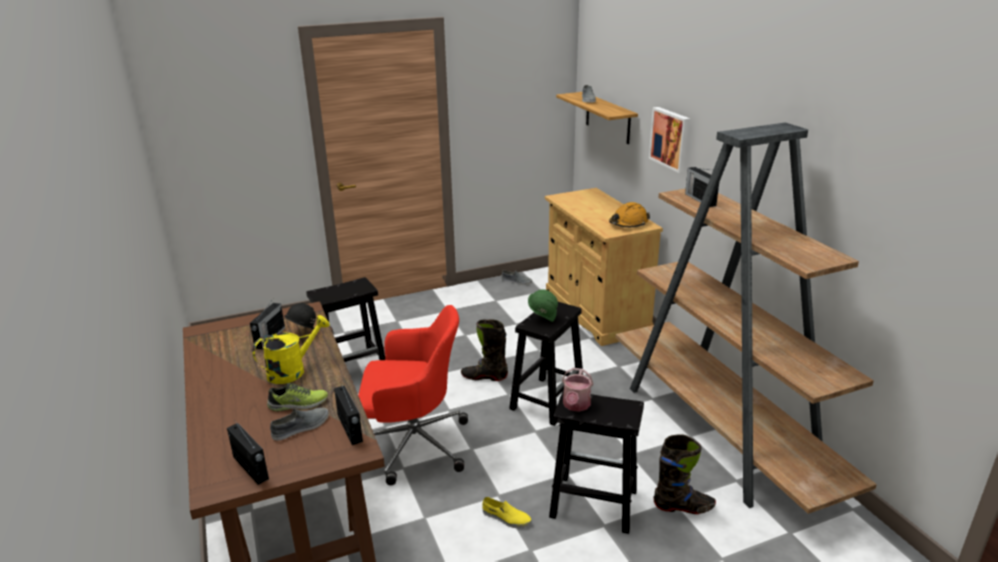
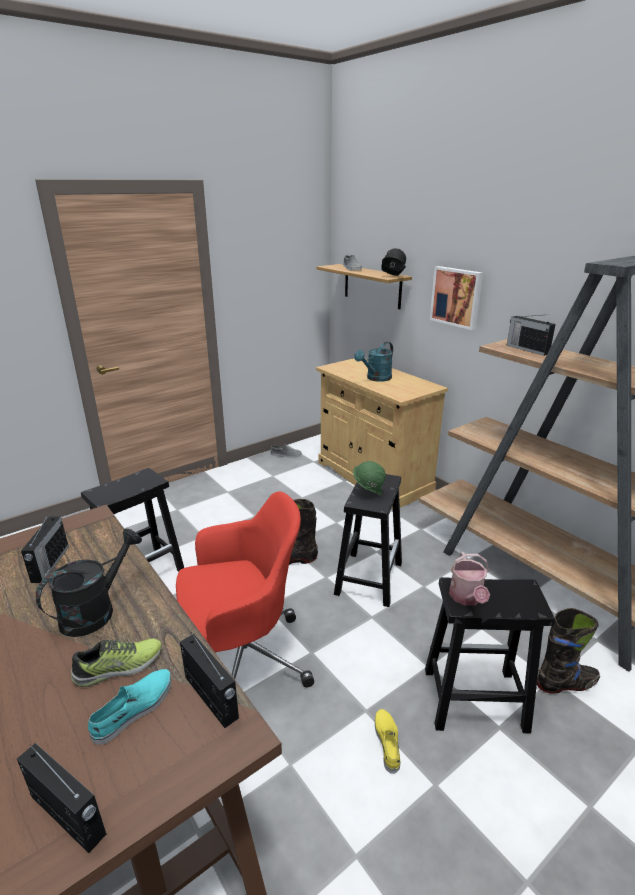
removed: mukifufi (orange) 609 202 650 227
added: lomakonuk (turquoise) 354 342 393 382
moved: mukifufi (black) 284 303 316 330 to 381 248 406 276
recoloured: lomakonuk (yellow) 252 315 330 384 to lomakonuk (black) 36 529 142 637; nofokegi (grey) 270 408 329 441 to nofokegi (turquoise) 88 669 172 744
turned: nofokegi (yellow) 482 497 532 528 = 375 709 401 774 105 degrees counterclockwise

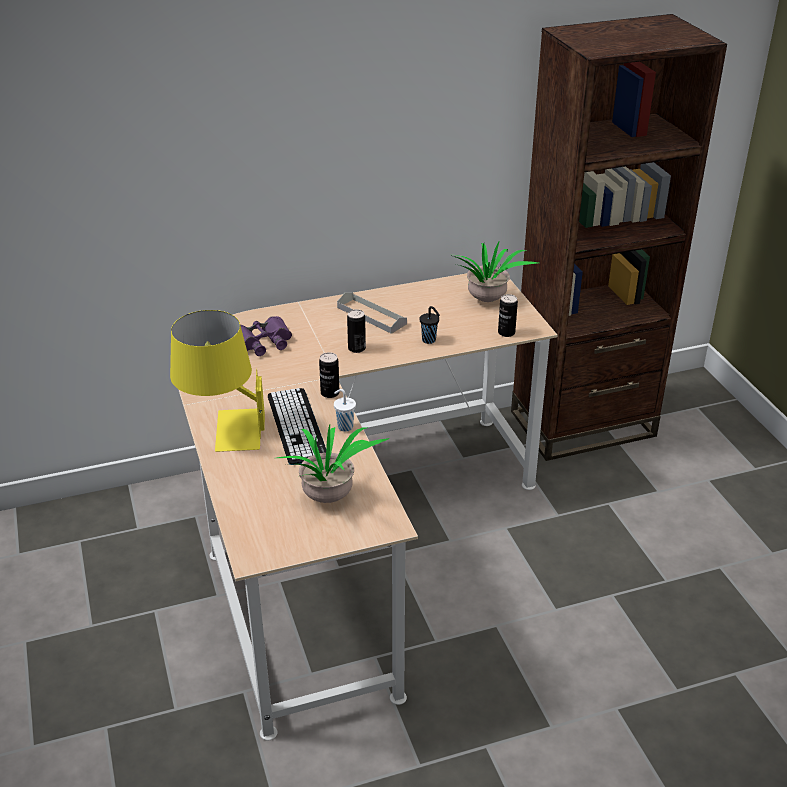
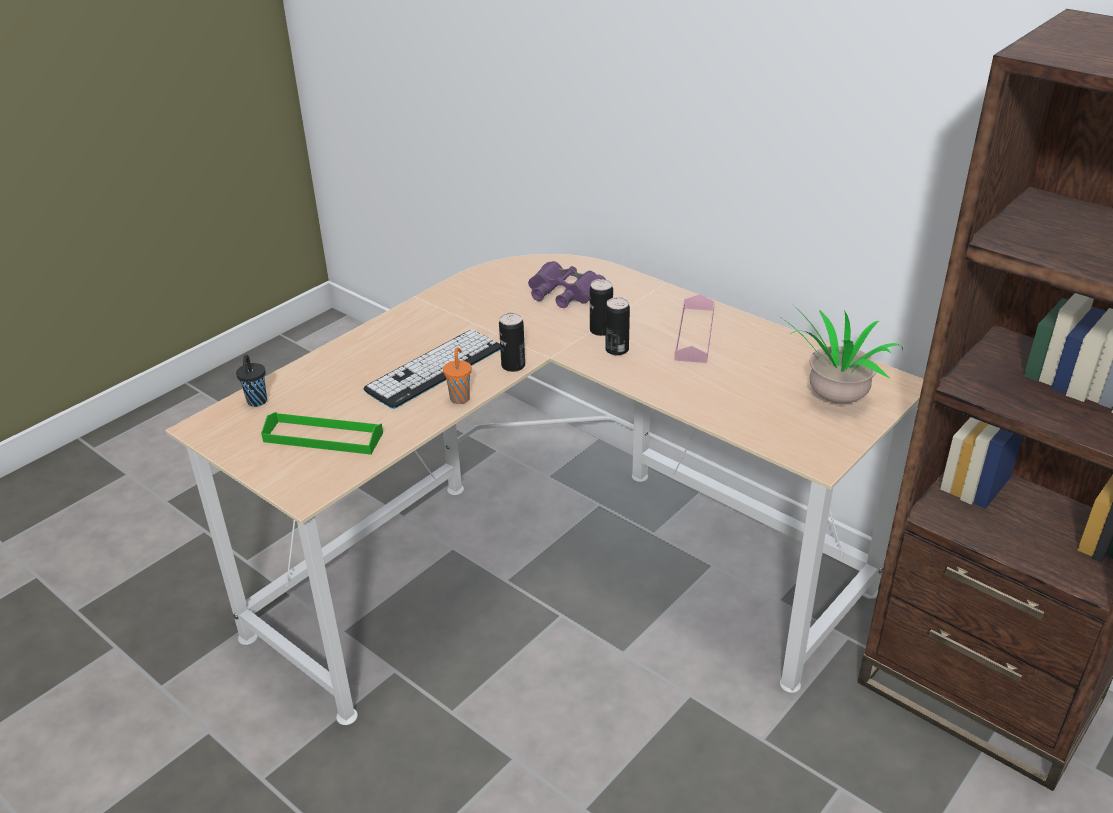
removed: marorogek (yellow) 170 310 265 452
moved: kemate 498 294 518 337 to 590 279 613 336; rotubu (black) 419 306 440 344 to 236 355 267 407
replaced: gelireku 276 425 390 503 to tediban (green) 261 412 383 455
recoloured: tediban (grey) 337 292 407 334 to tediban (pink) 674 294 715 363; rotubu (white) 334 389 356 432 to rotubu (orange) 443 347 472 404

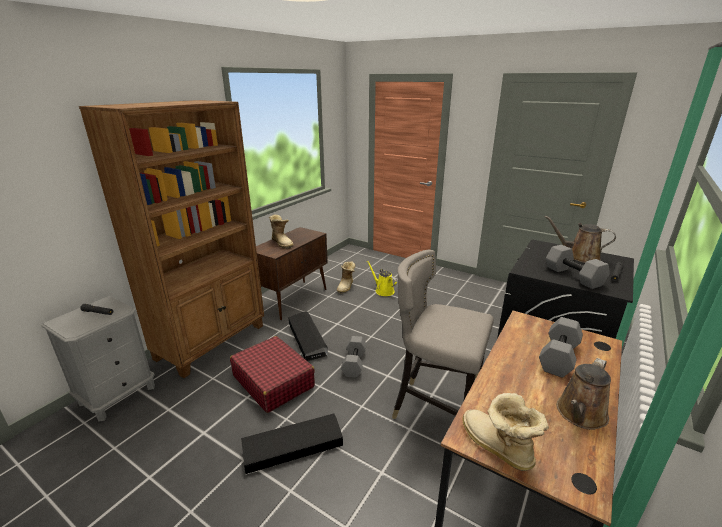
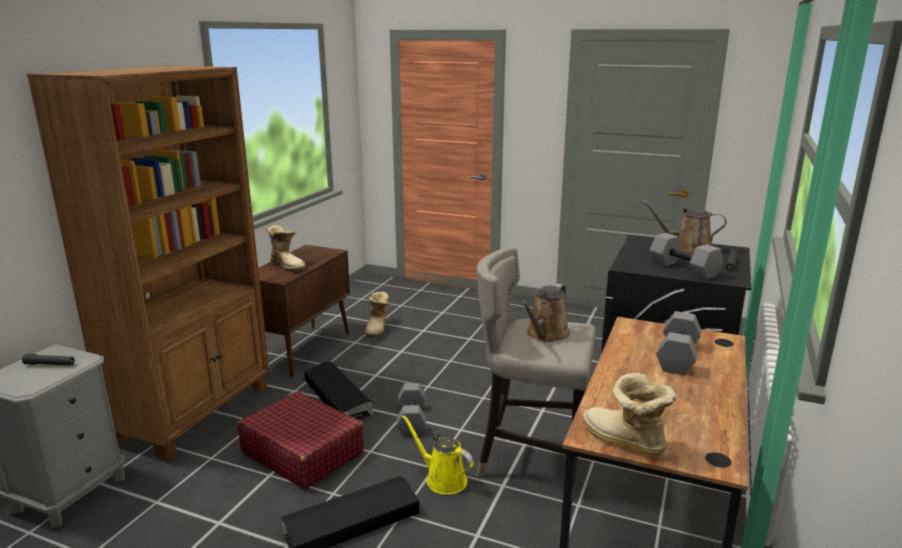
moved: lomakonuk (yellow) 367 261 397 296 to 402 415 474 495; lomakonuk (brown) 557 358 611 430 to 520 284 570 342

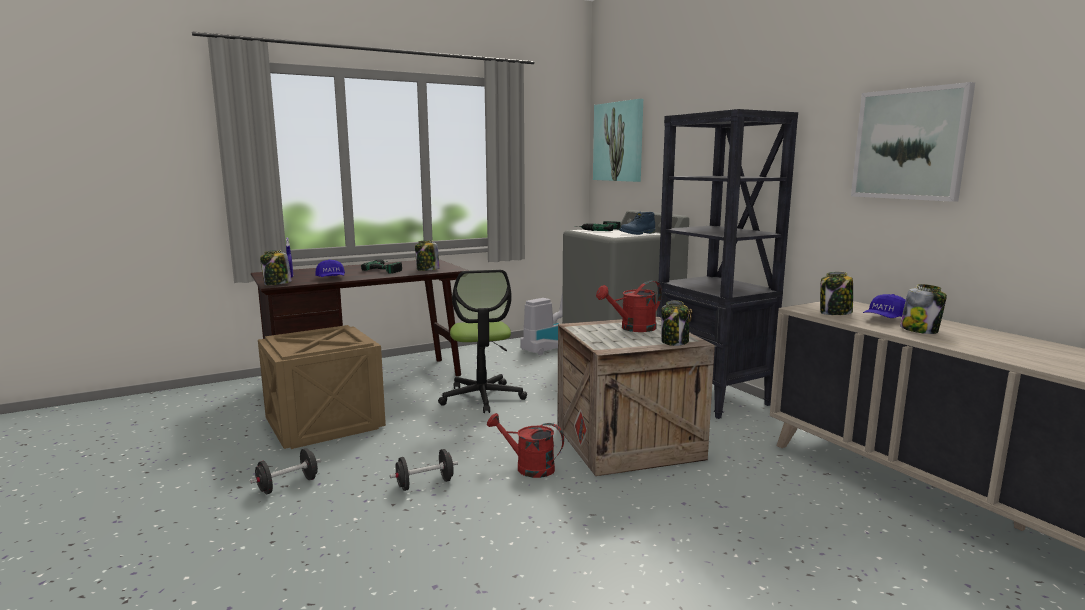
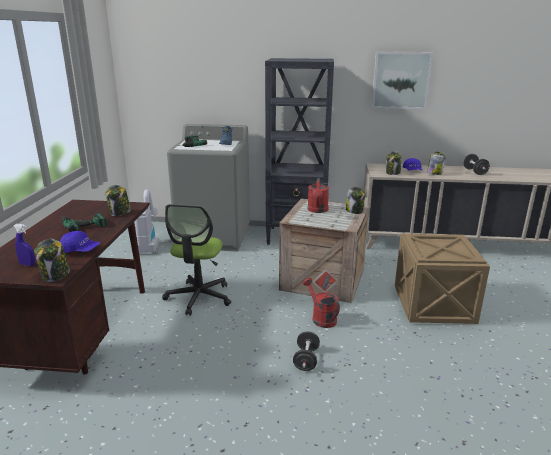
removed: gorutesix 593 99 643 182
moved: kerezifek 258 325 386 449 to 395 234 490 324; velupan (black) 250 448 321 494 to 463 154 490 175
turned: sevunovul 438 270 527 413 = 162 204 231 316 75 degrees clockwise; lomakonuk (red) 487 413 564 478 = 303 278 340 328 90 degrees clockwise

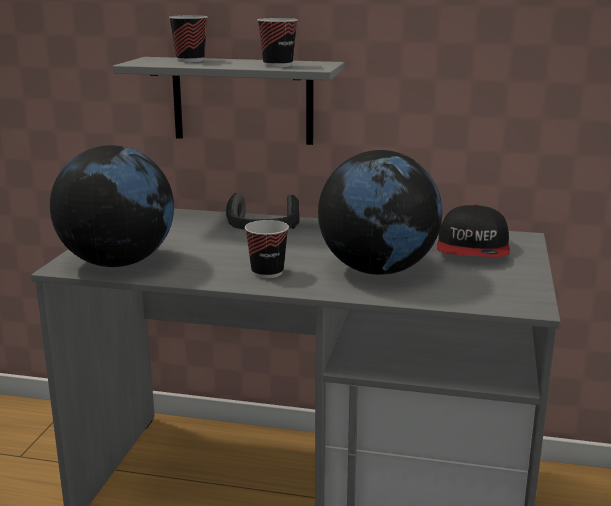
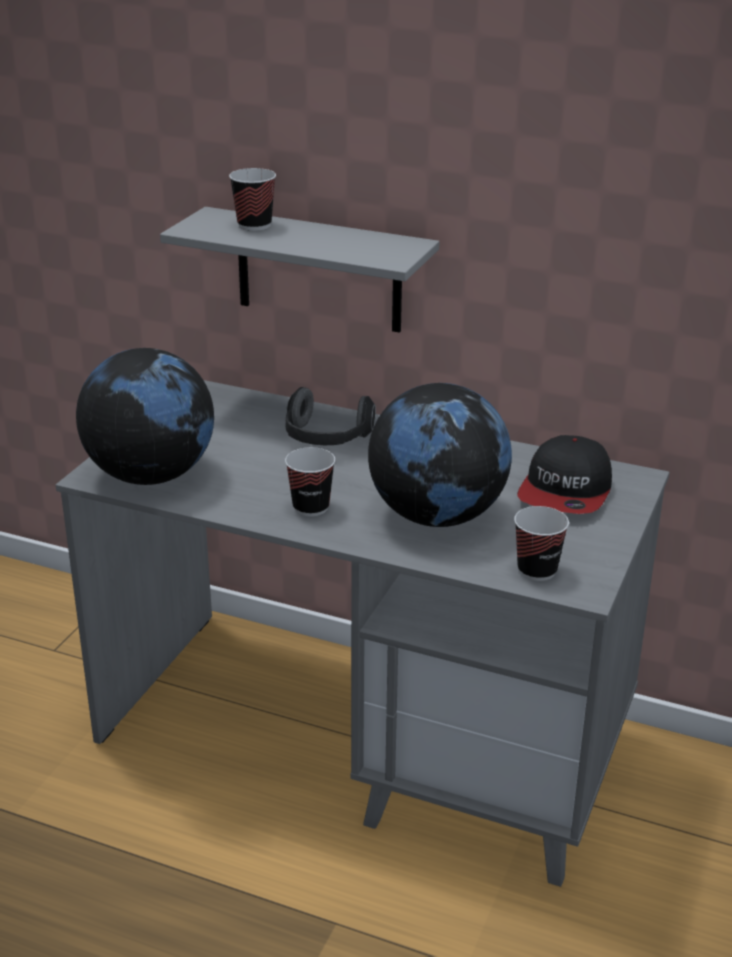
moved: rotubu 257 18 298 67 to 514 506 569 581

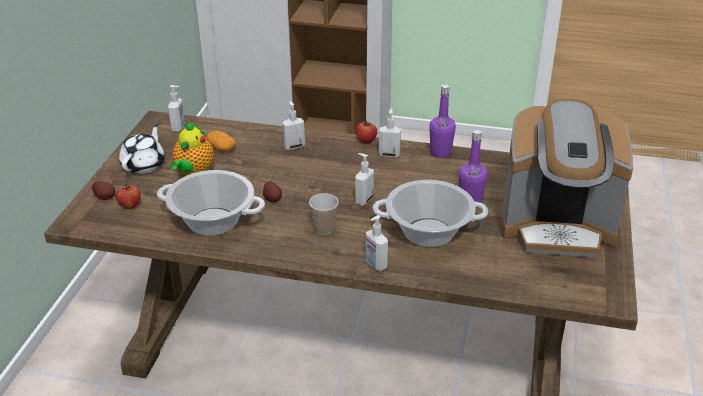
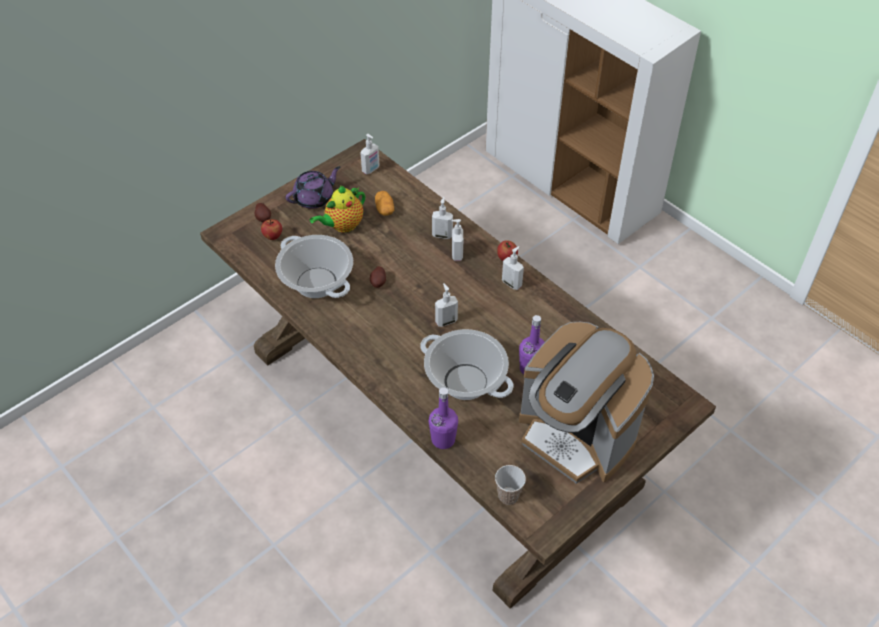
moved: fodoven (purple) 429 84 456 157 to 429 387 458 449; rotubu 309 193 339 235 to 495 465 526 505; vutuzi 365 215 388 271 to 451 219 463 261
recoloured: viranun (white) 119 124 165 174 to viranun (purple) 286 166 340 209

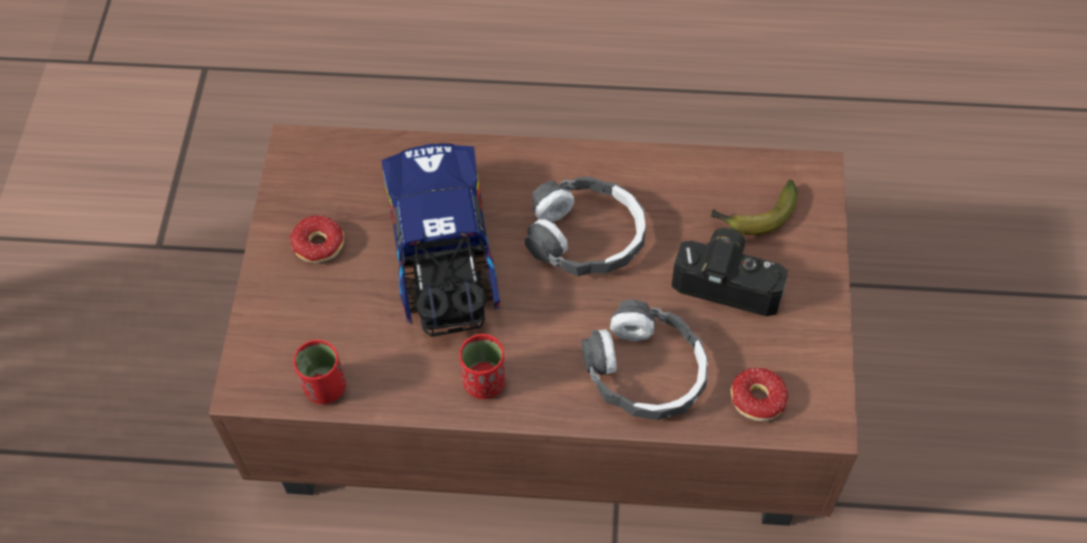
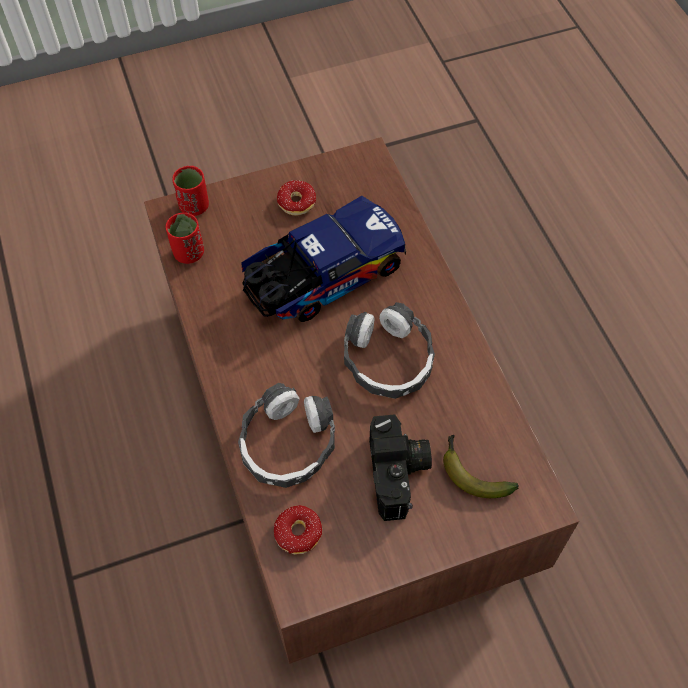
moved: rotubu (red) 459 334 505 399 to 172 166 209 216

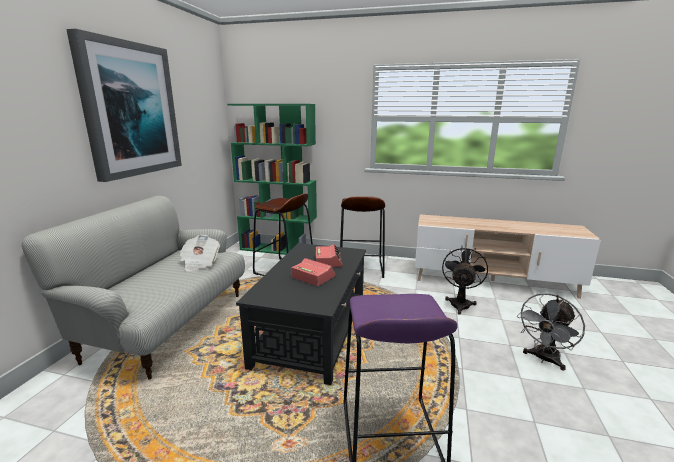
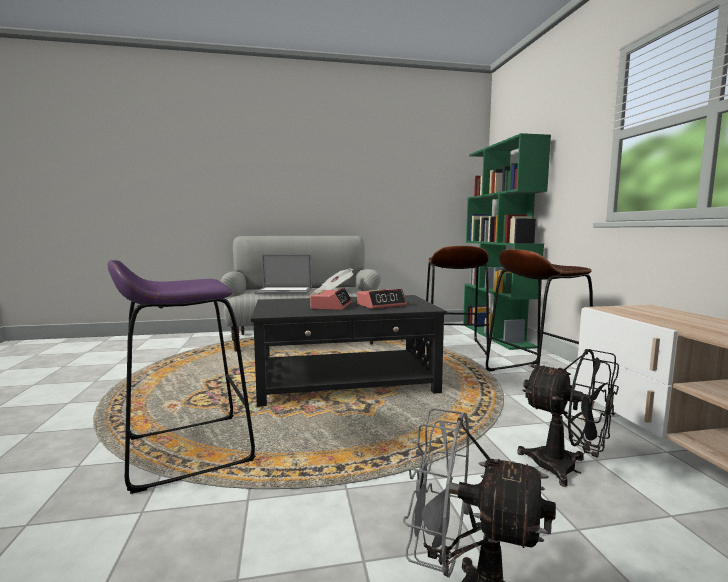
removed: gorutesix 66 29 182 182
added: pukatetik 254 254 312 294
turned: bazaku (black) 442 246 488 315 = 517 349 619 487 45 degrees clockwise

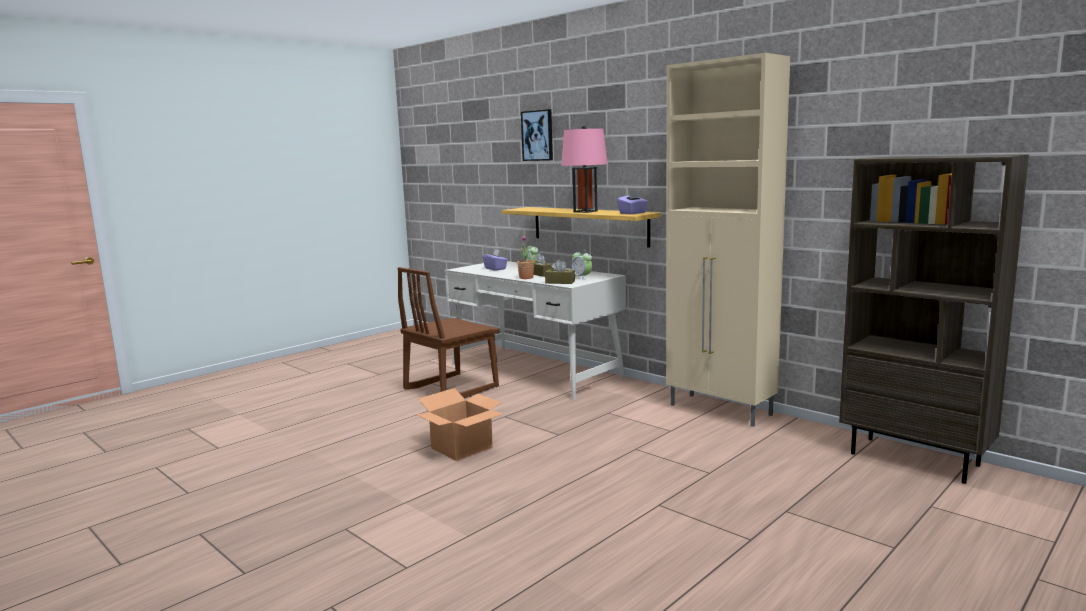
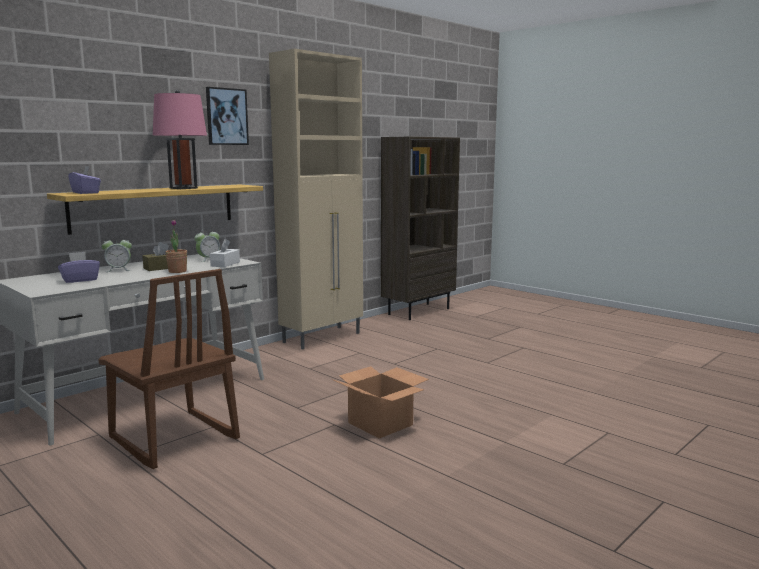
moved: gorutesix 521 109 553 161 to 206 87 249 145; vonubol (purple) 617 191 649 214 to 68 166 101 194
recoloured: vonubol (brown) 545 260 575 284 to vonubol (white) 210 239 240 267

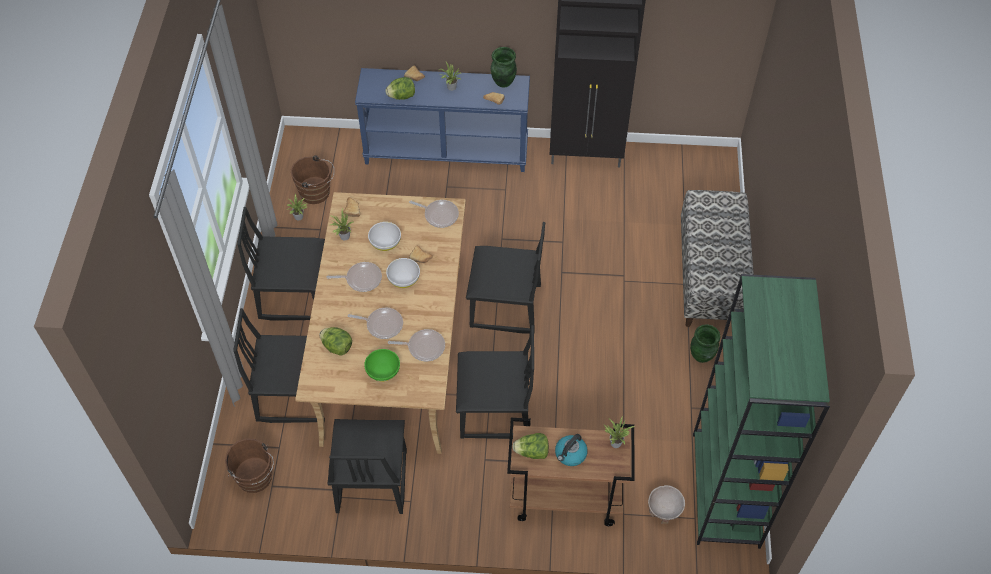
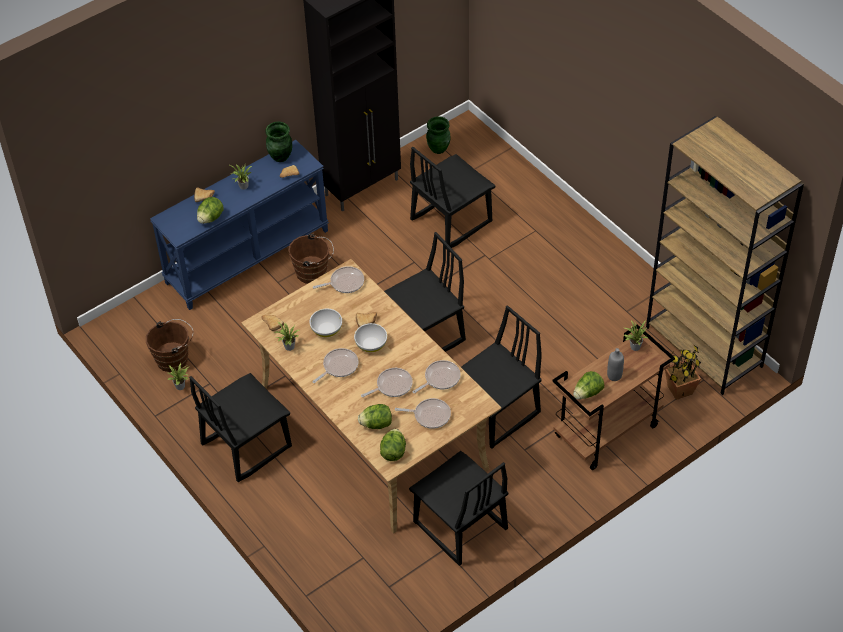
removed: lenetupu 681 190 754 327
added: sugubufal 380 429 406 461
moved: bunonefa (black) 233 308 325 423 to 410 147 496 250; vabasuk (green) 690 324 721 363 to 426 116 451 154; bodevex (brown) 225 438 274 493 to 288 233 334 284
replaced: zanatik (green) 364 349 400 382 to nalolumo 395 398 451 429; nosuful 555 434 588 466 to fodoven (grey) 607 348 624 381; zanatik (beige) 648 485 685 524 to gelireku 665 345 701 400
recoloured: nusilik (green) 693 274 830 549 to nusilik (brown) 646 116 804 395

